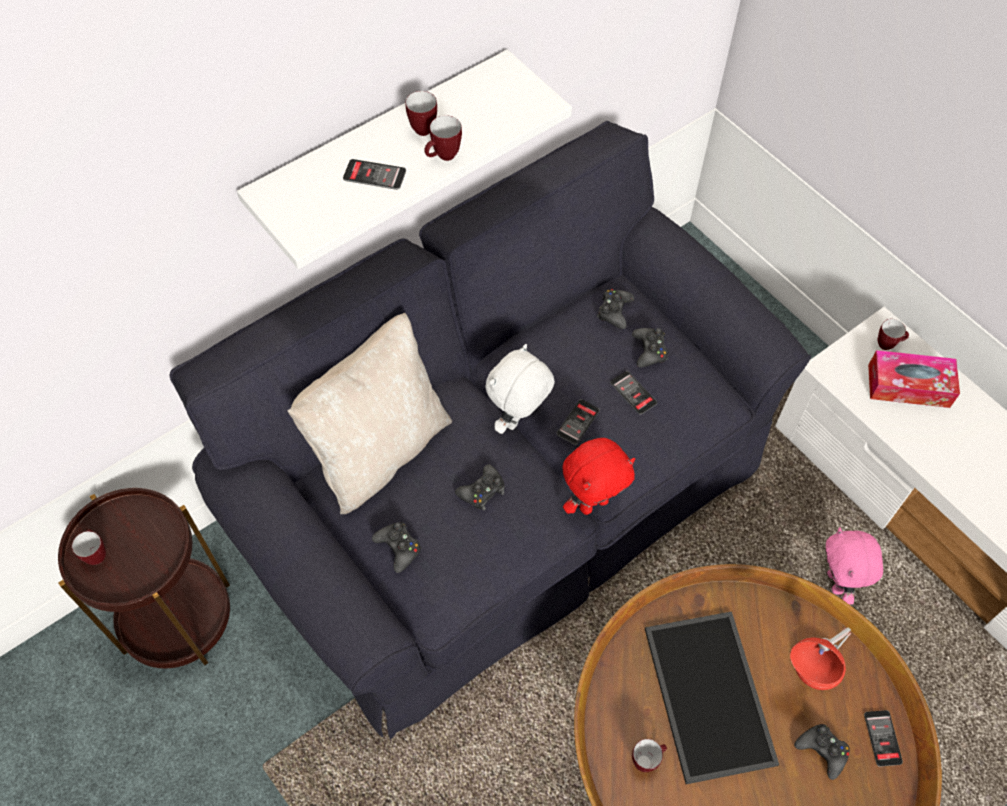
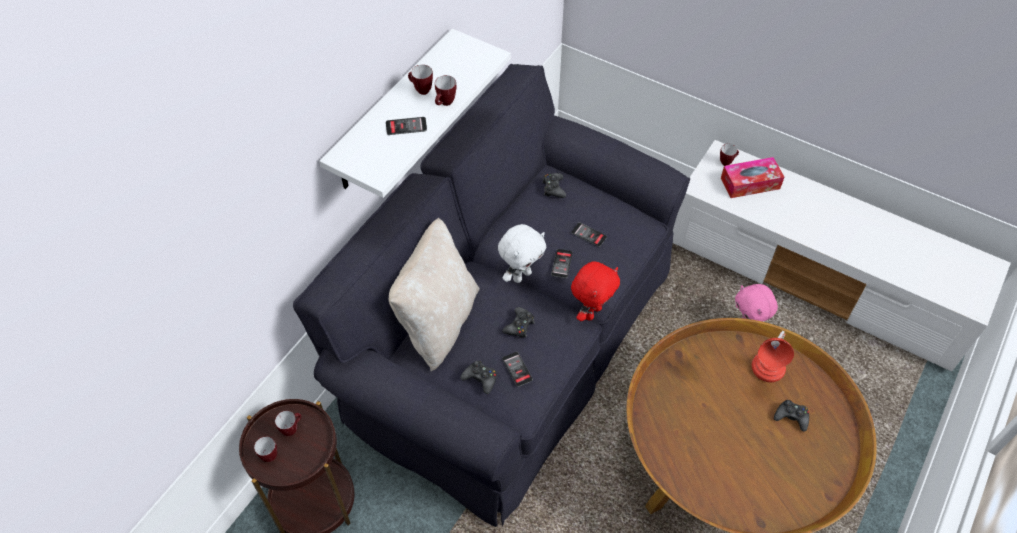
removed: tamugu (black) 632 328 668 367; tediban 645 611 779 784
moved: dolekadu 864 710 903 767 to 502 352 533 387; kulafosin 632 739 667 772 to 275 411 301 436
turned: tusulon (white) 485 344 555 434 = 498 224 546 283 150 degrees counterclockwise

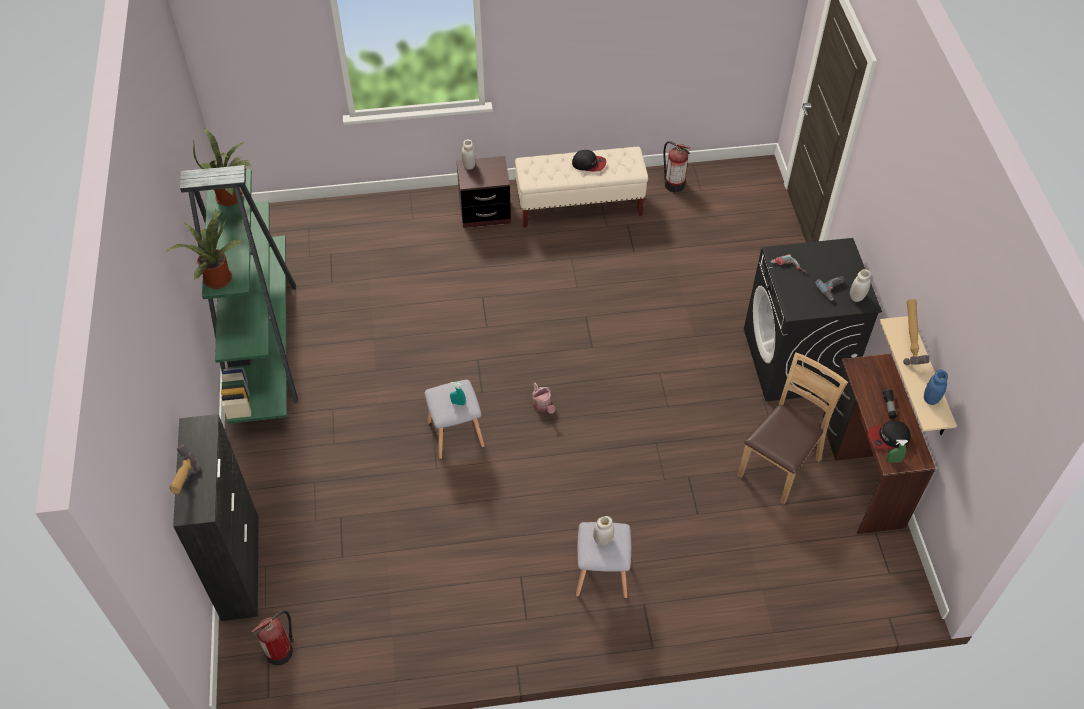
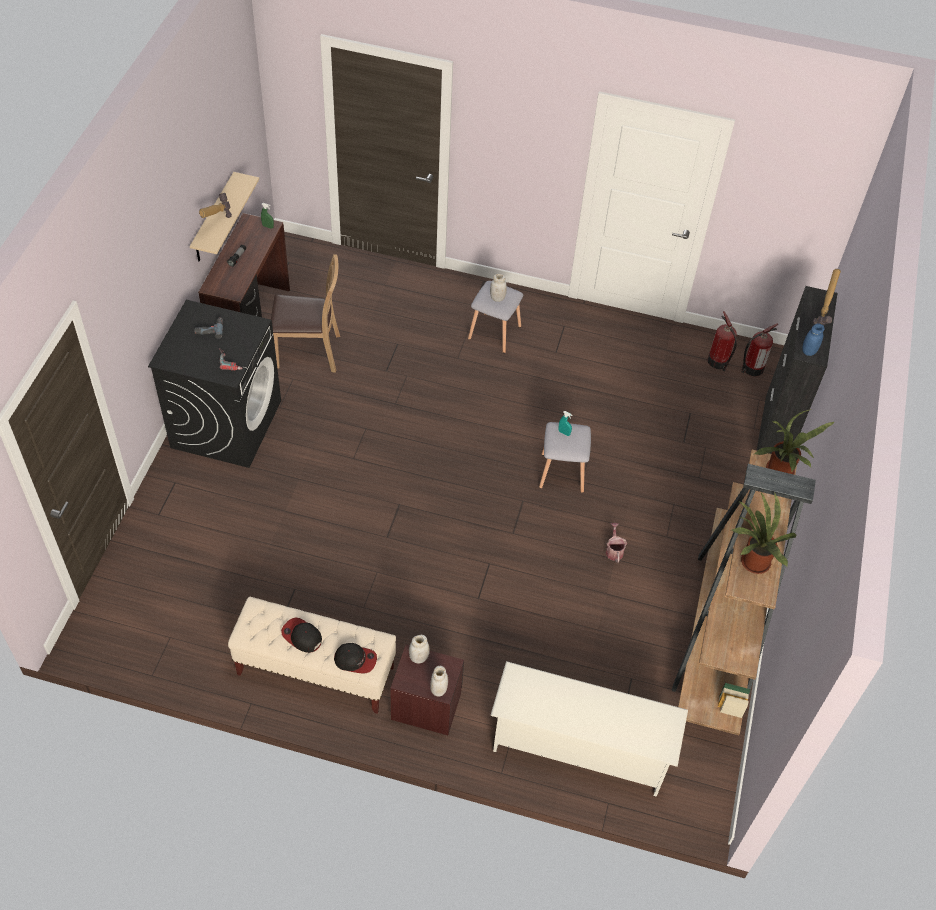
added: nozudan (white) 490 661 688 797
moved: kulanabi 663 141 690 192 to 708 311 737 371; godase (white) 850 269 871 302 to 409 635 430 664; godase (blue) 924 370 948 405 to 802 323 825 356; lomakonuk 532 383 555 414 to 606 523 627 563; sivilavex 868 420 911 449 to 334 643 377 674
recoloured: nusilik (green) 180 165 298 424 to nusilik (brown) 672 449 816 735
turned: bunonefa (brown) 738 352 848 504 = 271 254 340 373 150 degrees counterclockwise

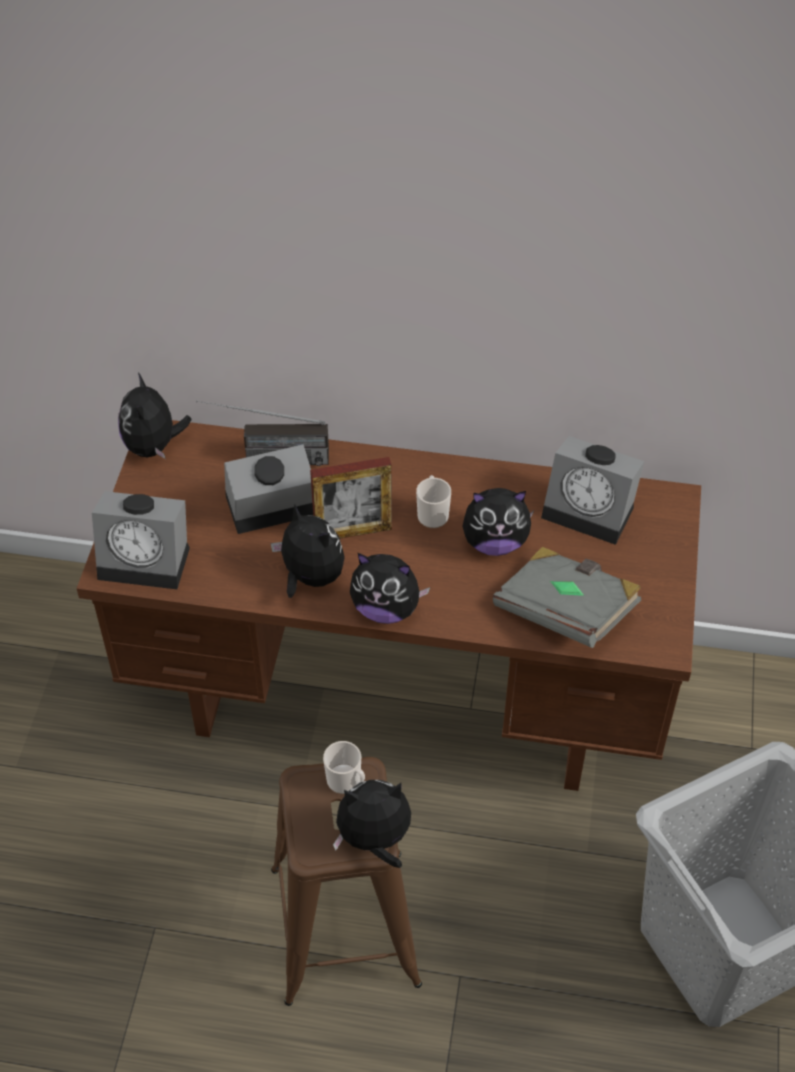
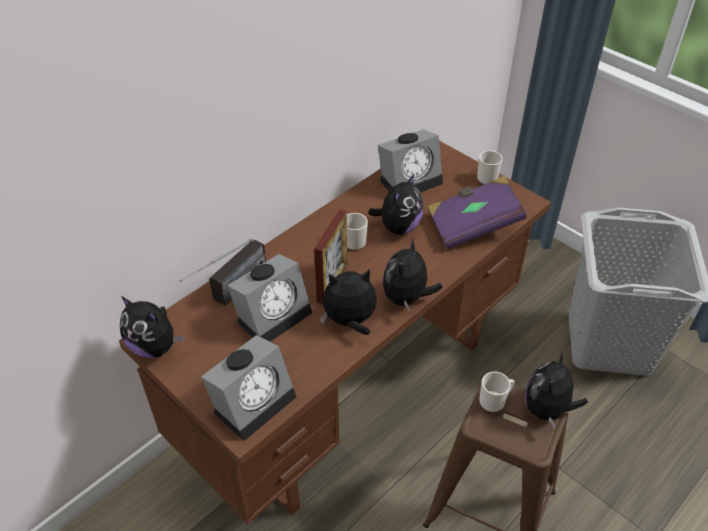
added: kulafosin 477 151 503 184
recoloured: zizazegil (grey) 493 547 641 648 to zizazegil (purple) 427 176 527 250
turned: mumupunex 224 444 313 534 = 227 254 312 342 150 degrees counterclockwise; tusulon 350 553 430 624 = 383 238 443 311 150 degrees clockwise

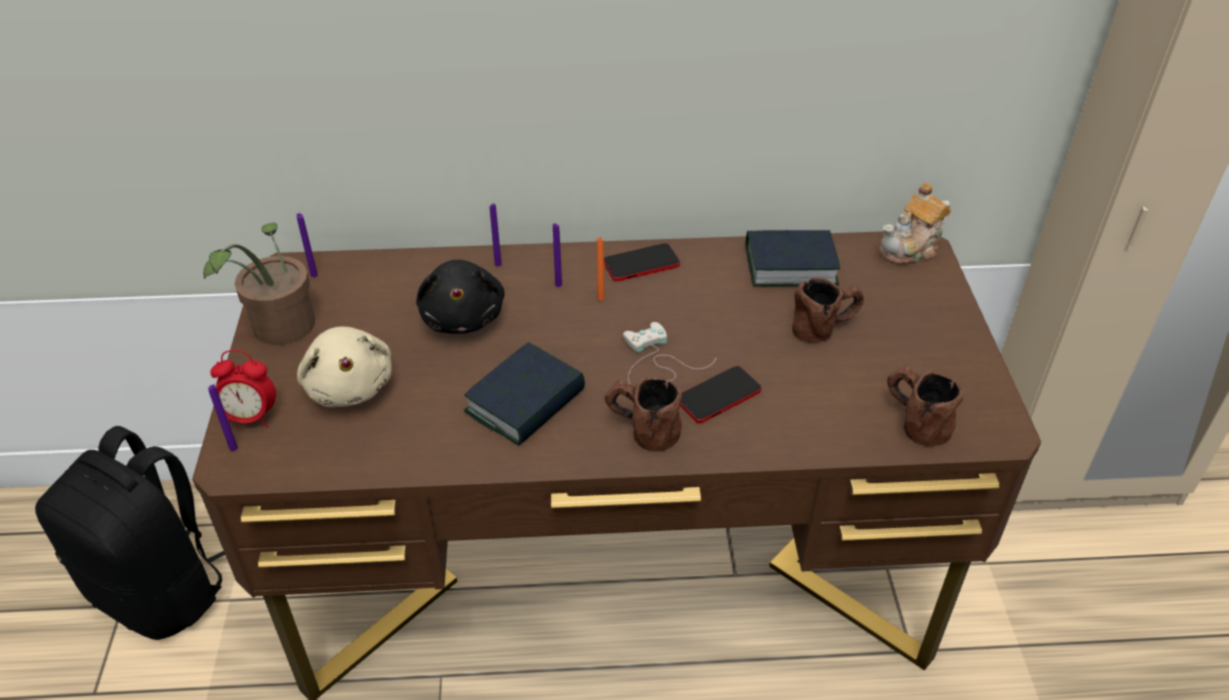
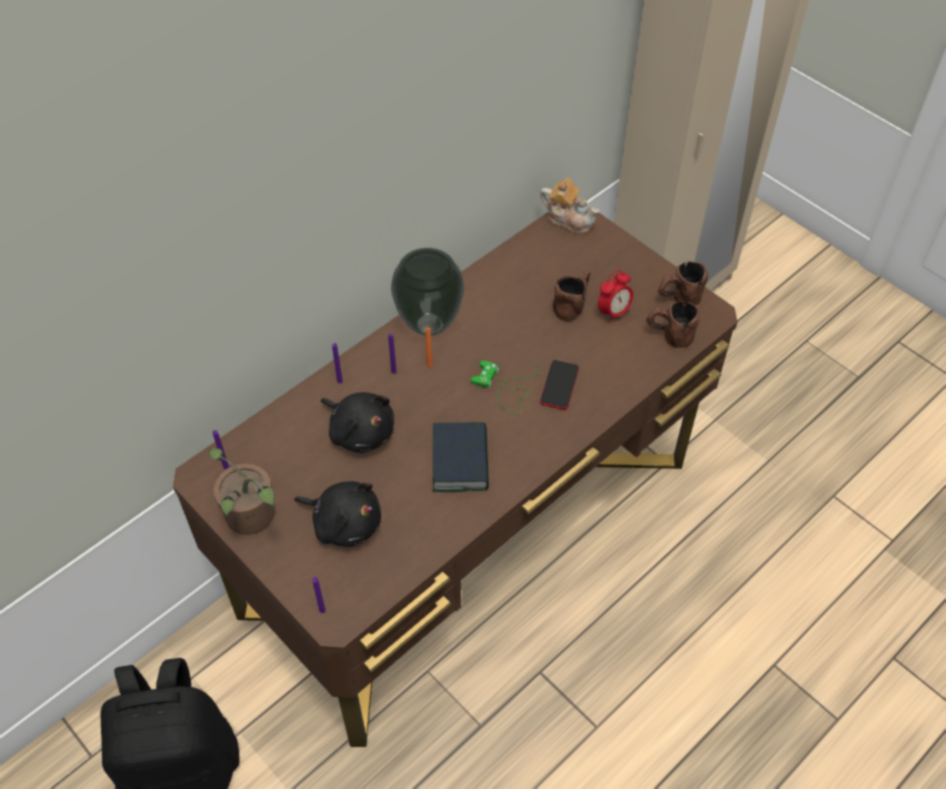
removed: zizazegil 745 230 840 286
moved: mumupunex 210 350 276 427 to 598 270 633 324; kulafosin (brown) 605 378 683 452 to 658 261 708 306
replaced: dolekadu 604 243 680 281 to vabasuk 391 248 464 336
recoloured: tamugu (white) 623 322 716 385 to tamugu (green) 470 361 539 413; tusulon (beige) 297 327 392 407 to tusulon (black) 294 481 381 547
turned: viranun 879 182 951 264 = 540 178 599 234 75 degrees counterclockwise

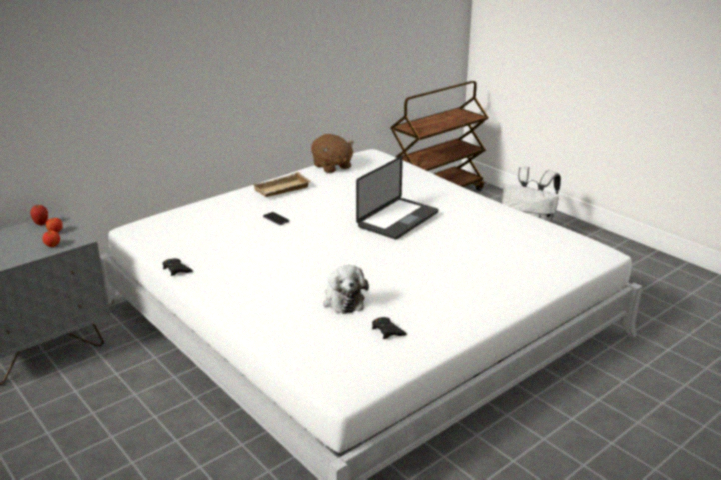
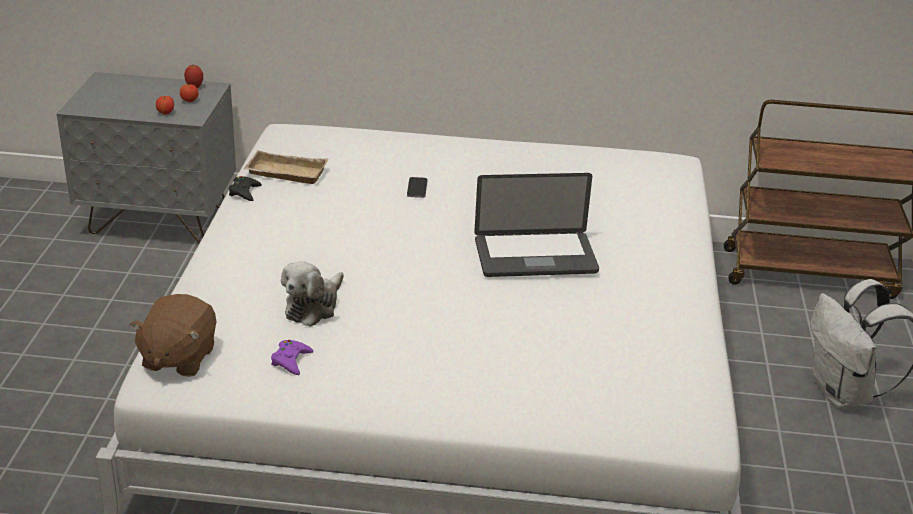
moved: tusulon (brown) 311 134 354 173 to 130 294 217 377; tediban (beige) 252 172 311 197 to 243 150 328 184
recoloured: tamugu (black) 372 317 407 339 to tamugu (purple) 271 340 313 375

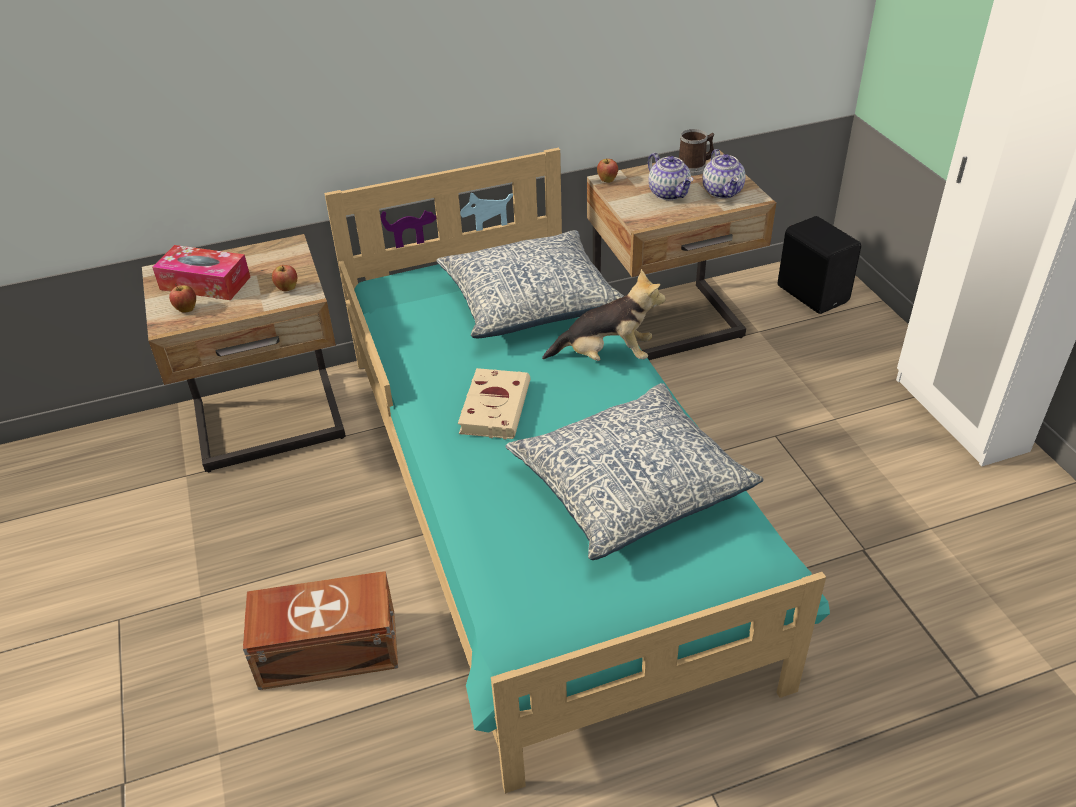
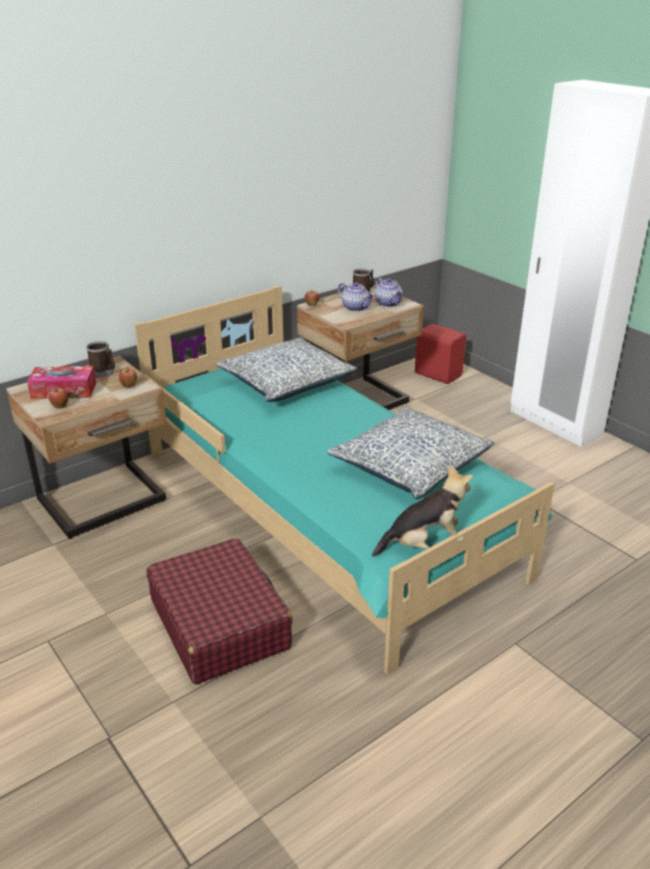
removed: zizazegil (beige) 458 368 530 440
added: kulafosin 86 341 115 378
moved: tusulon 542 269 666 361 to 372 464 473 557
replaced: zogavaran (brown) 243 571 398 690 to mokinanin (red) 147 538 293 685
recoloured: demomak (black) 778 216 861 314 to demomak (red) 415 324 466 384

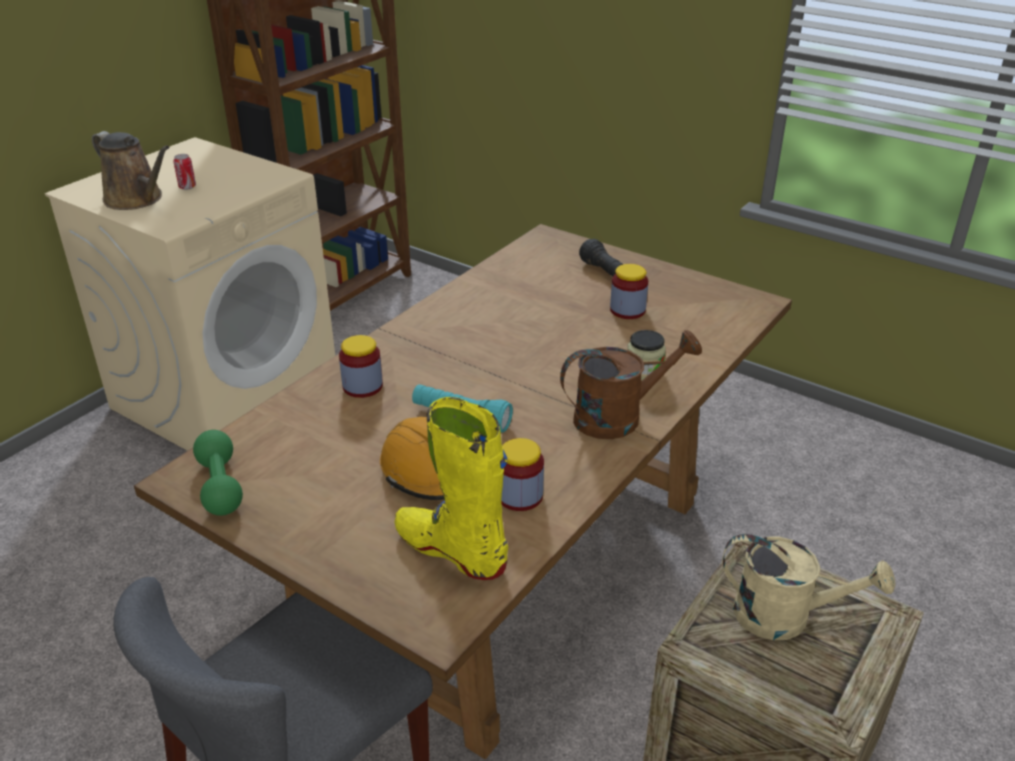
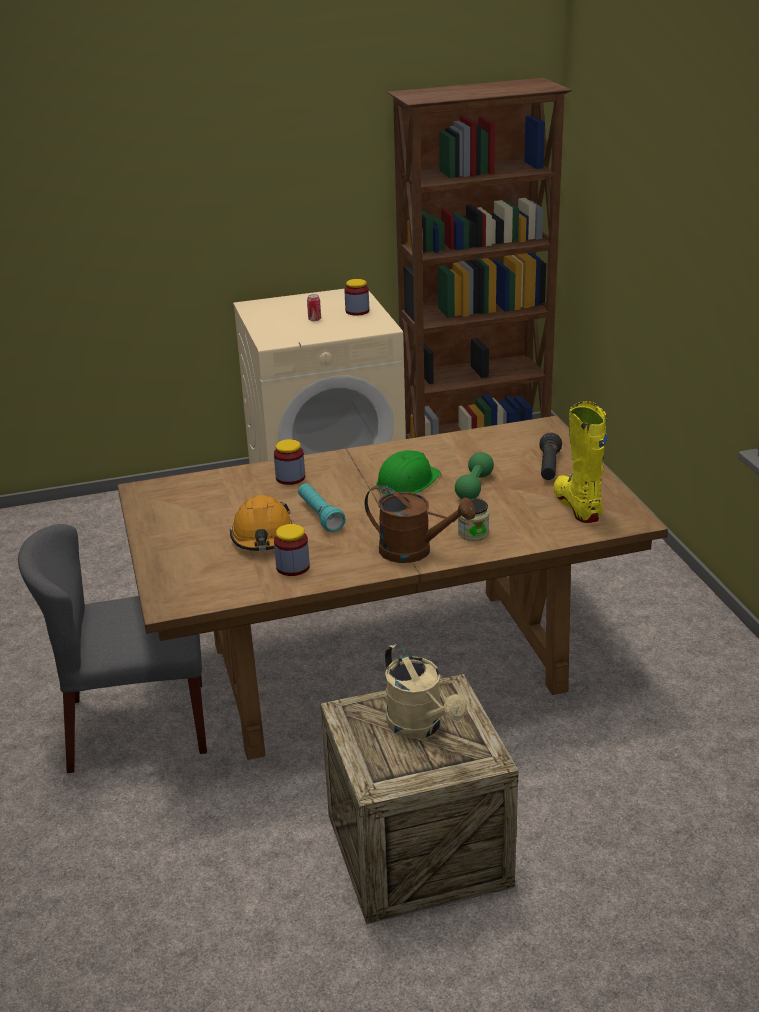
removed: lomakonuk (brown) 92 131 170 210
added: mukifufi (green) 376 450 441 495
moved: godase 610 264 648 319 to 344 279 369 316; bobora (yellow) 394 397 508 580 to 554 401 608 523; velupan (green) 193 430 243 516 to 455 452 494 499

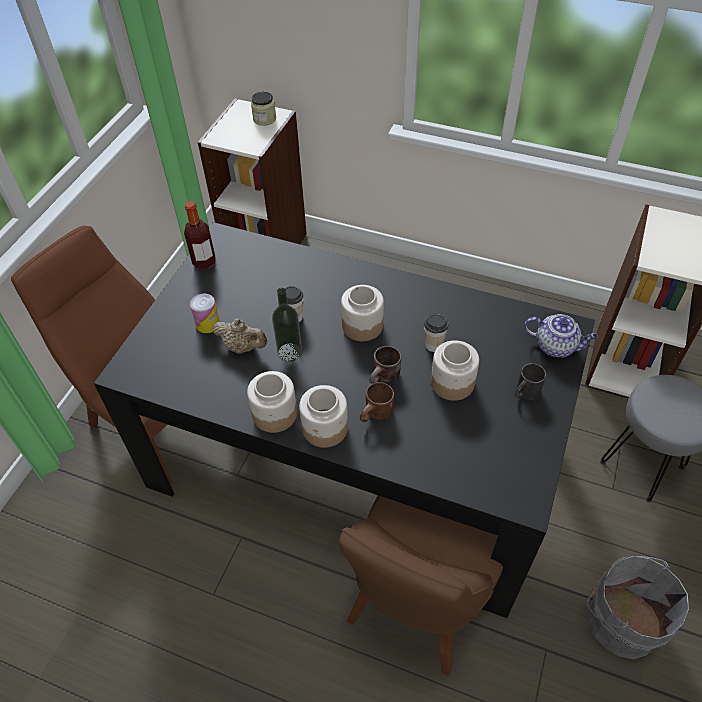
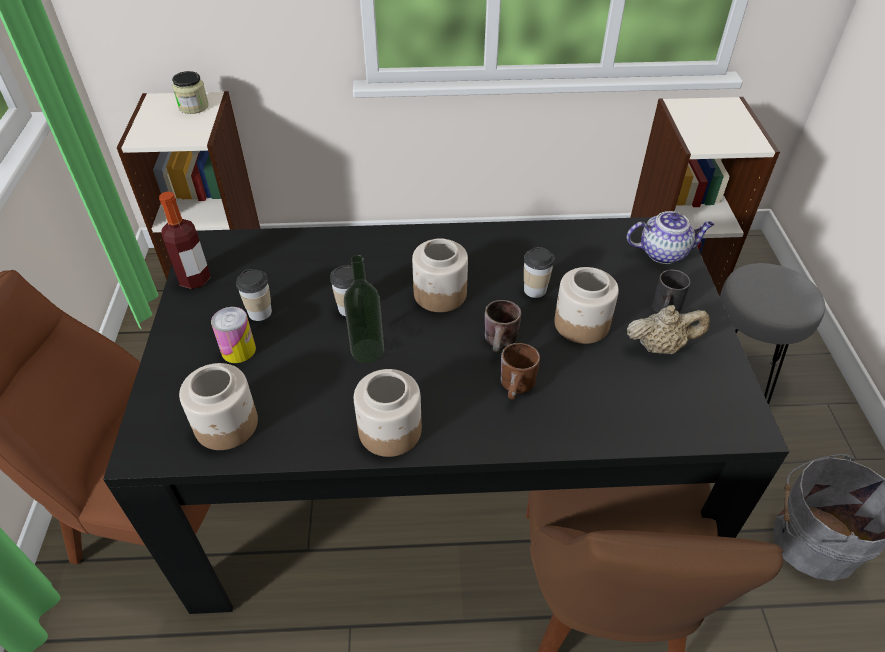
added: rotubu 236 269 272 321
moved: viranun (beige) 213 318 267 354 to 627 305 710 354; godase 299 385 348 448 to 179 363 258 450

